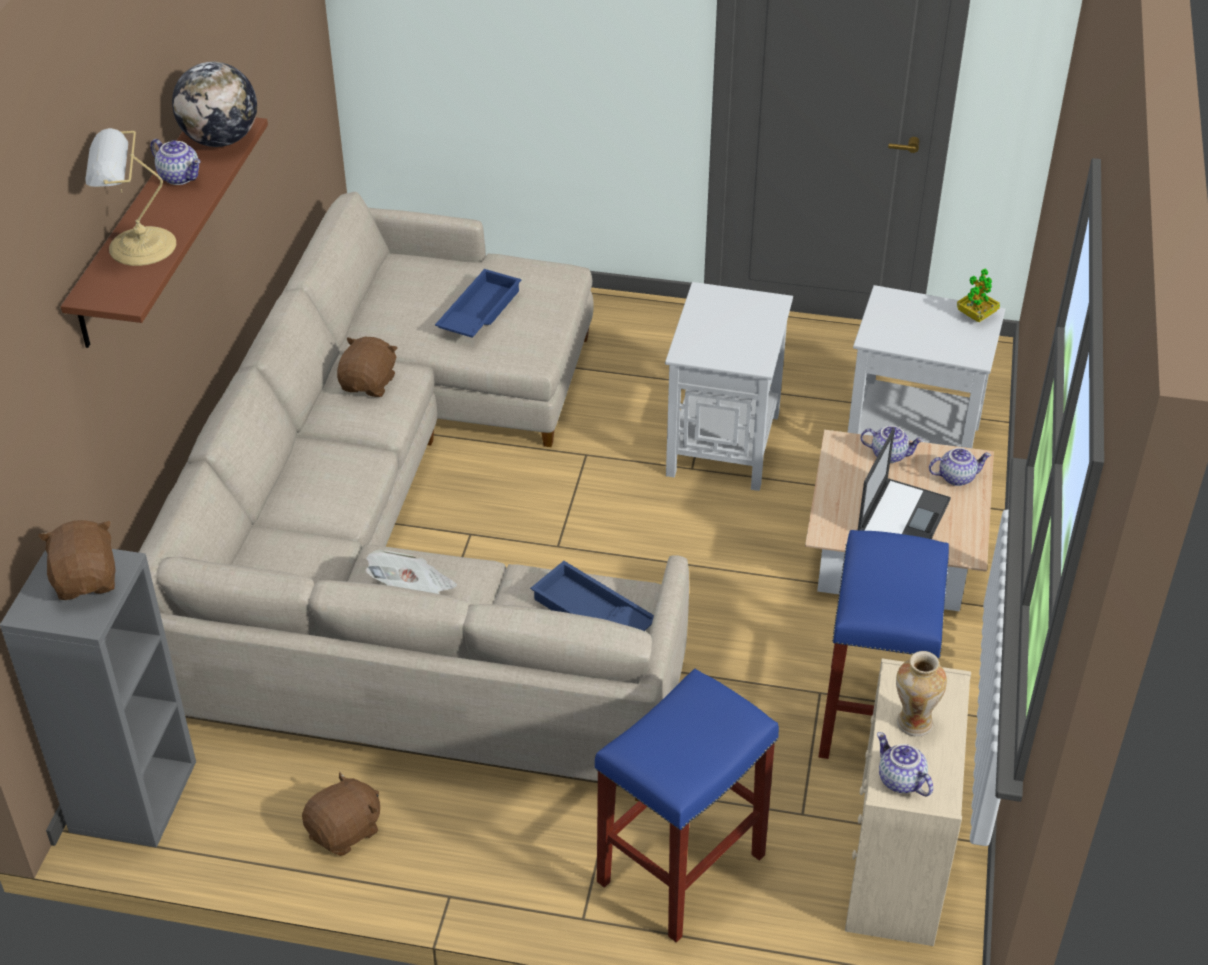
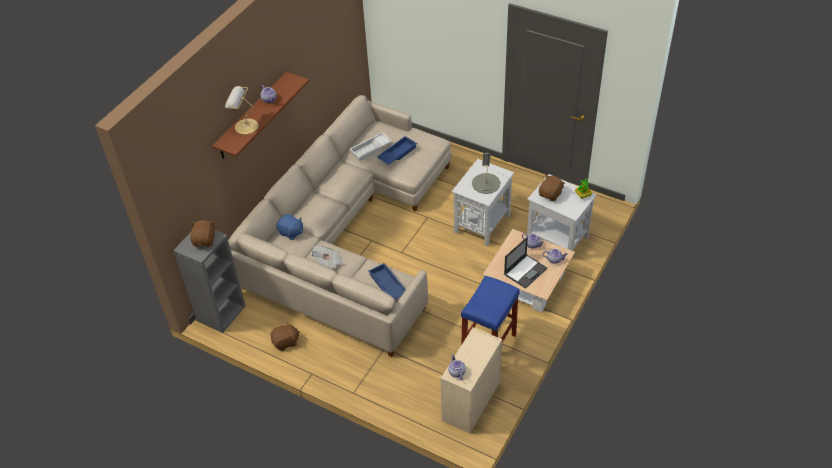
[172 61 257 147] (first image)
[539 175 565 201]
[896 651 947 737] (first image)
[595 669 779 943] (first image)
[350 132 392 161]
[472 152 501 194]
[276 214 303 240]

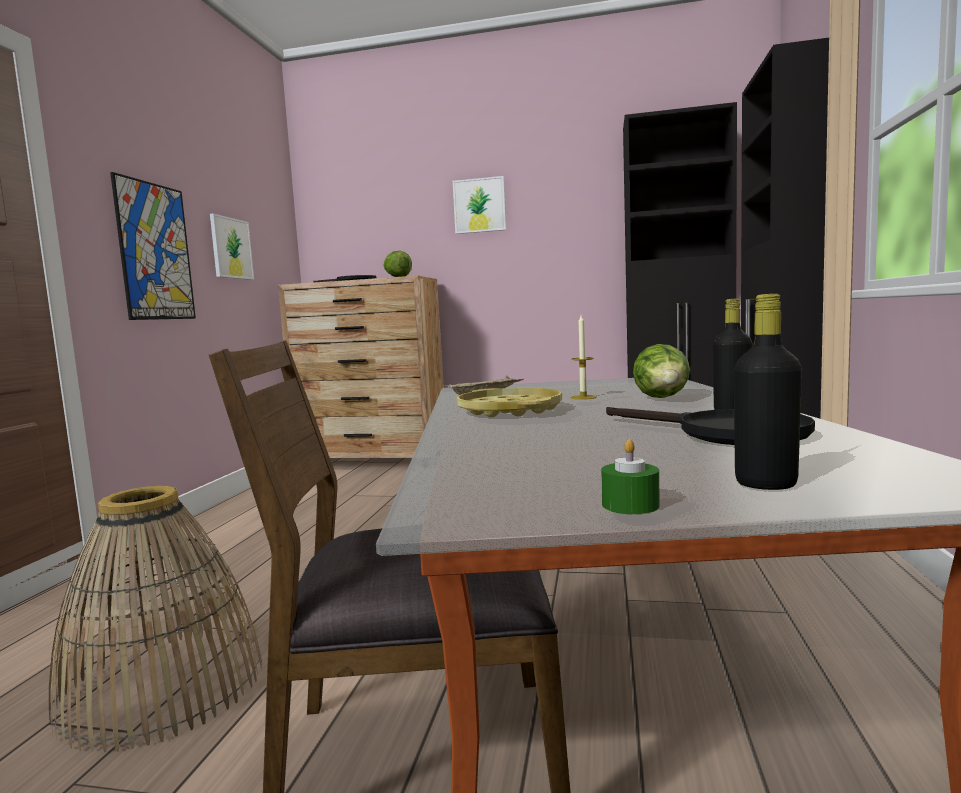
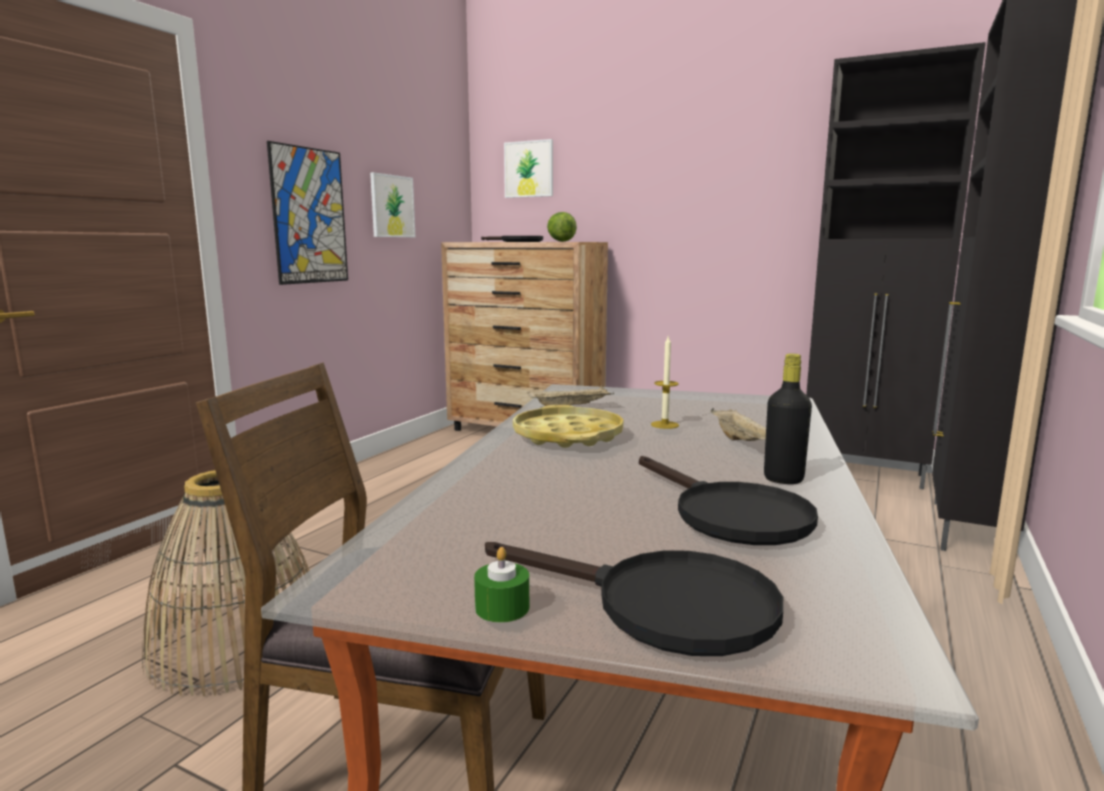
[504 139 553 198]
[485 542 783 656]
[711 408 766 441]

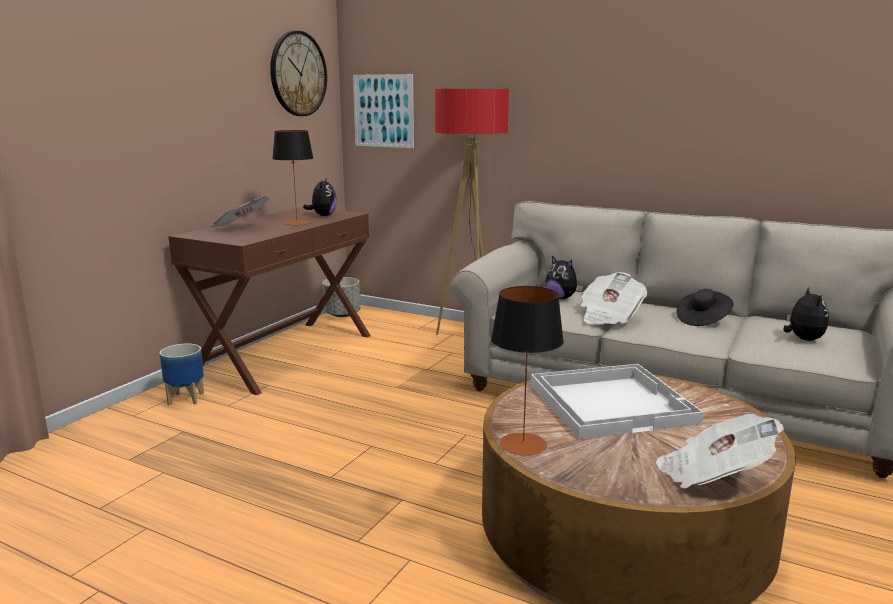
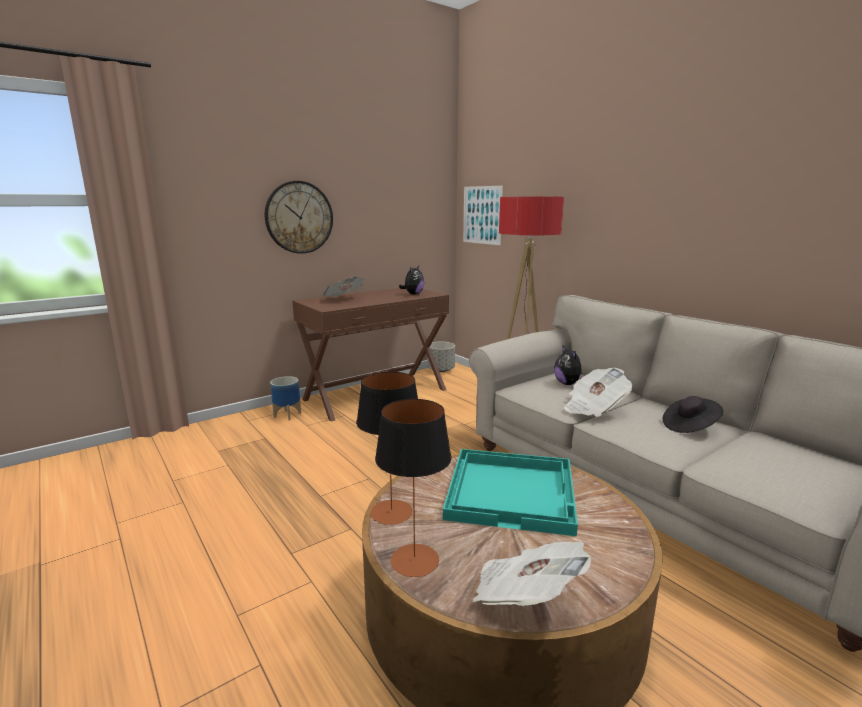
[265 181 333 254]
[375 399 451 577]
[784 287 829 341] (first image)
[443 449 578 536]

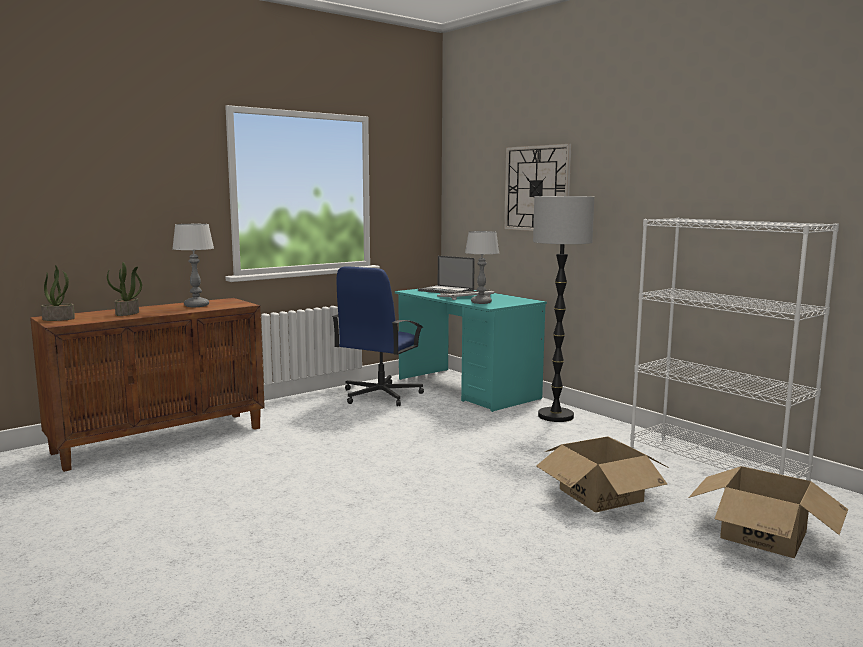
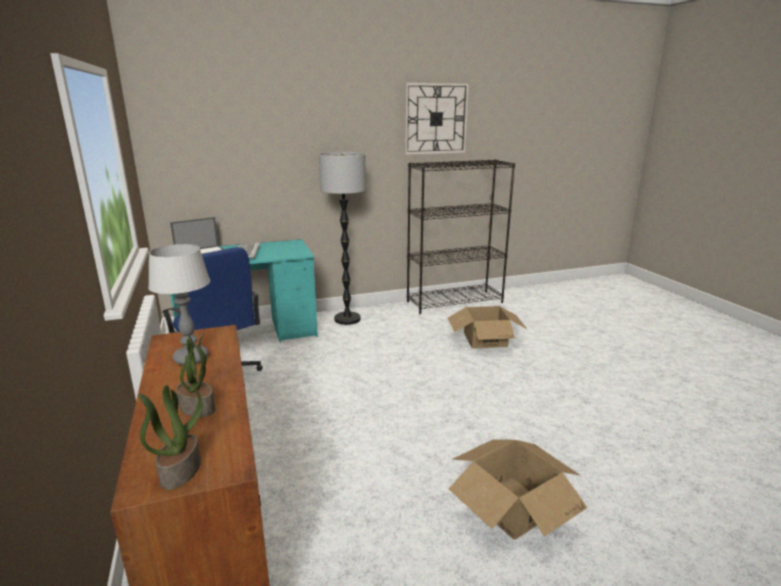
[404 83 469 155]
[407 159 515 314]
[465 231 499 304] (first image)
[449 439 588 540]

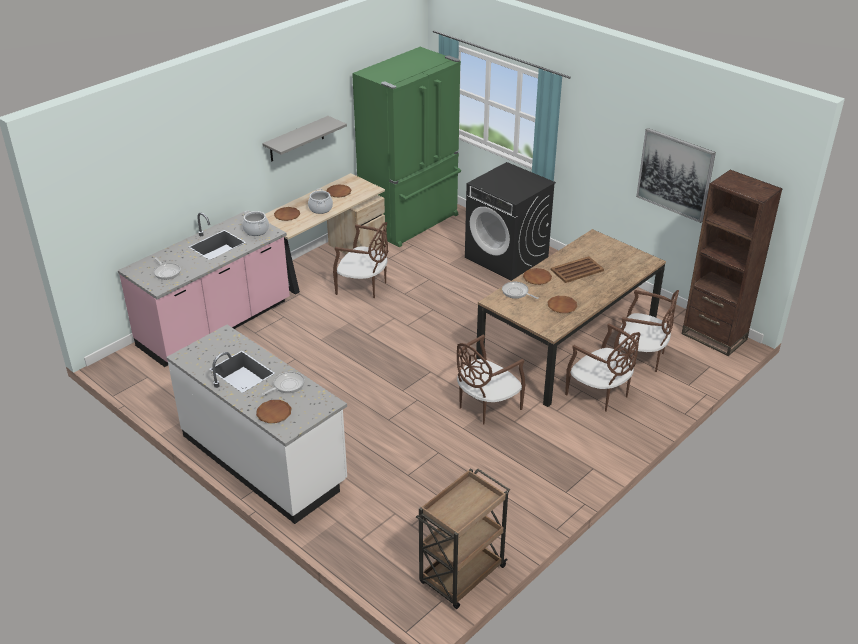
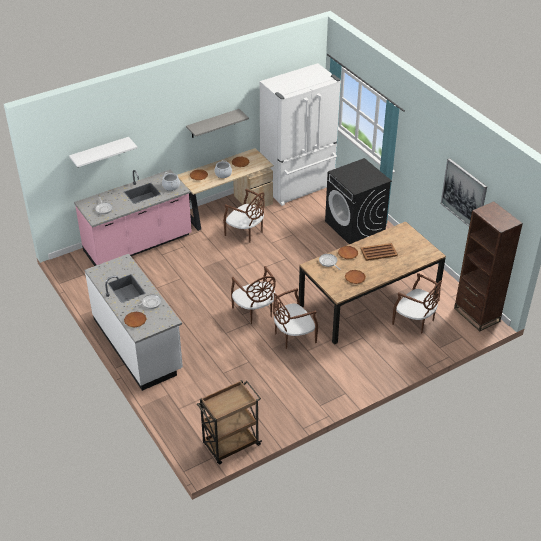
[260 63 341 206]
[231 266 276 324]
[69 137 138 168]

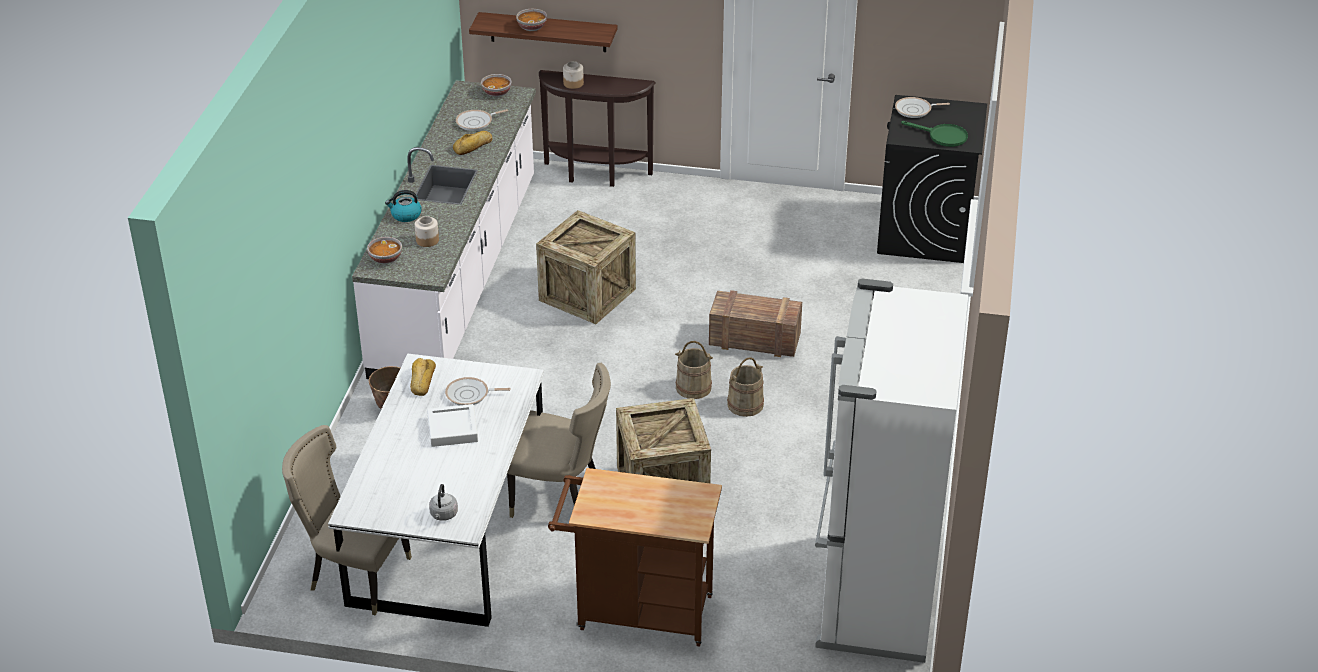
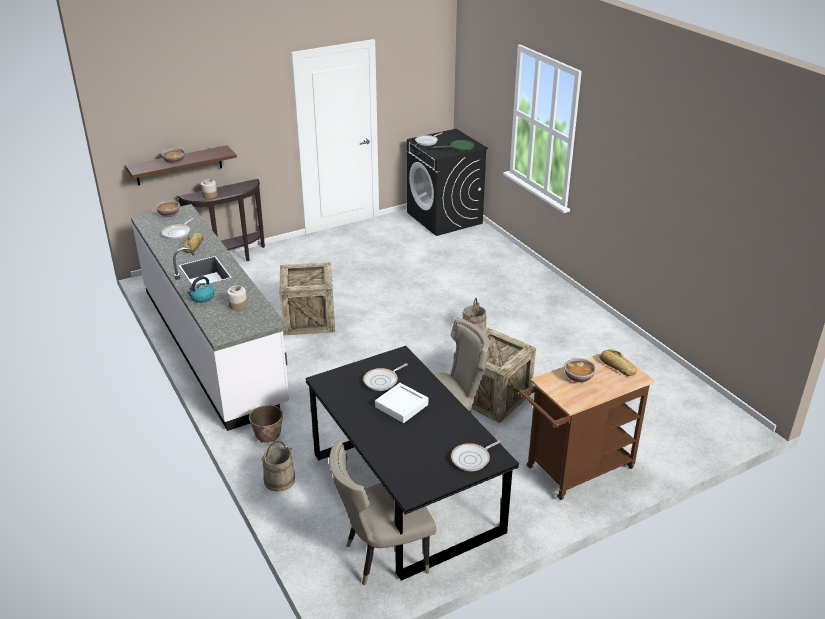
[564 358 596 383]
[815 279 968 663] (first image)
[709 290 802 357] (first image)
[261 441 295 492]
[305 346 519 581]
[599 350 637 376]
[451 440 502 471]

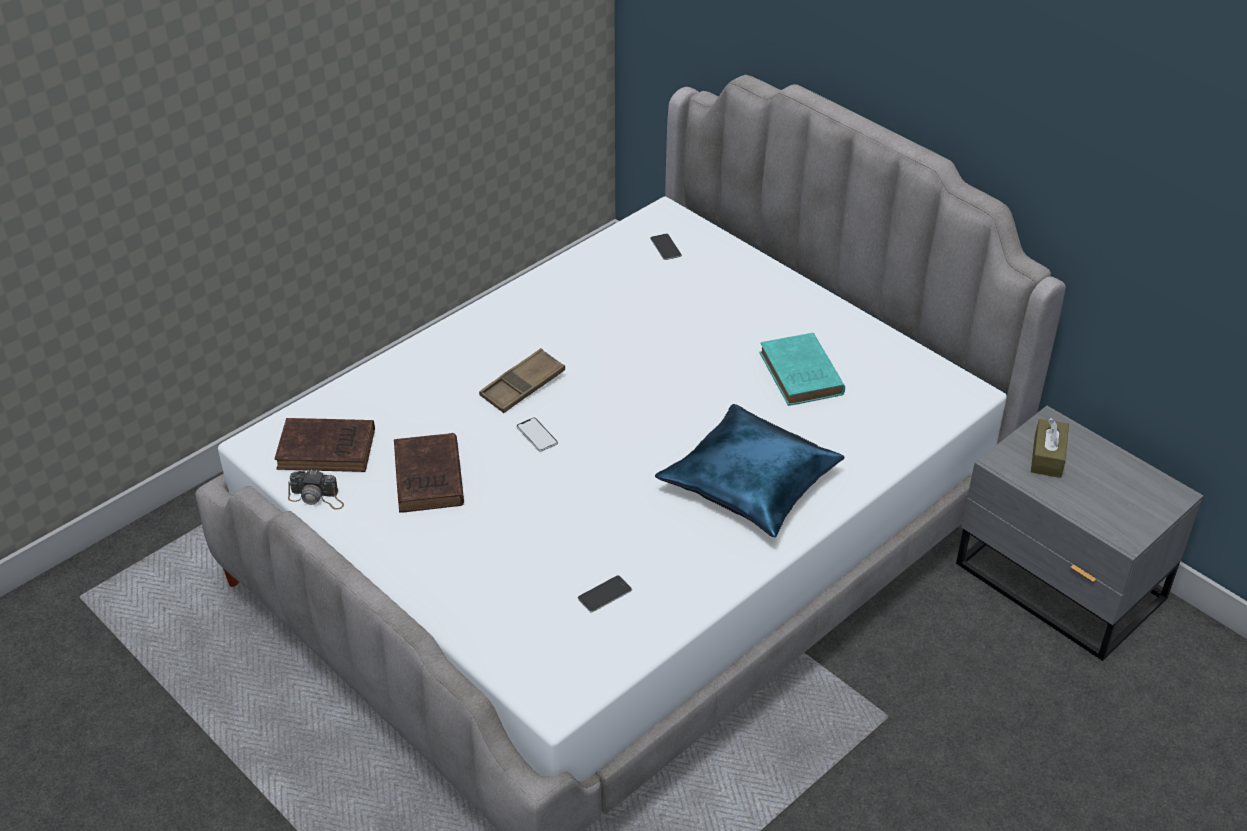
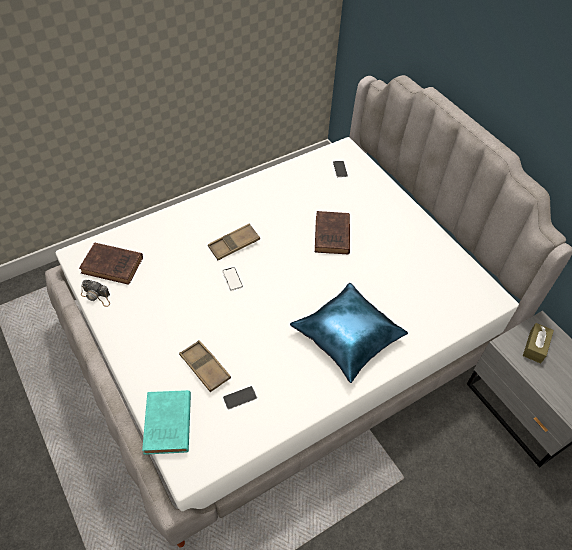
[142 390 191 455]
[315 211 350 255]
[179 340 231 392]

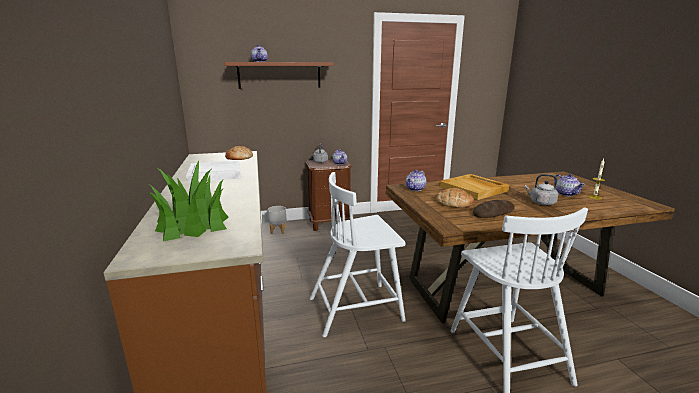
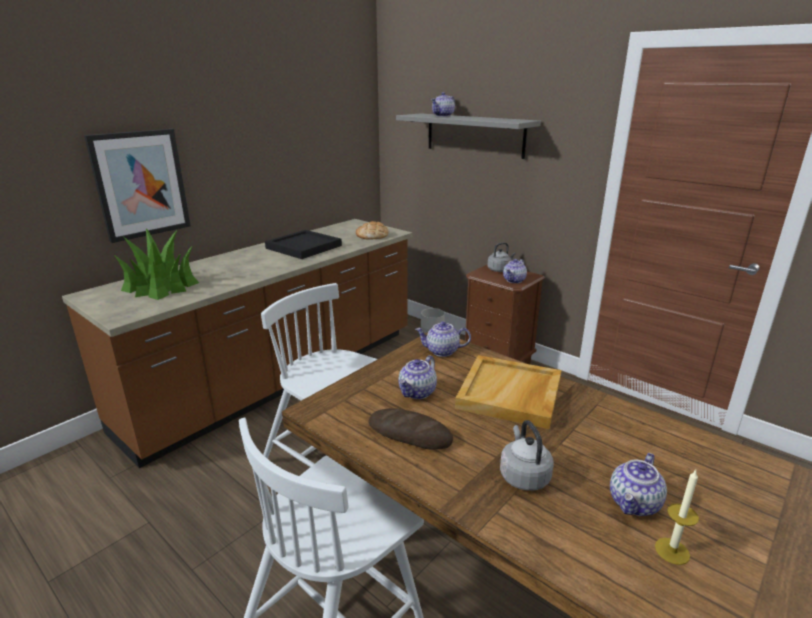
[396 113 541 159]
[265 230 342 259]
[398 355 437 399]
[84 129 191 243]

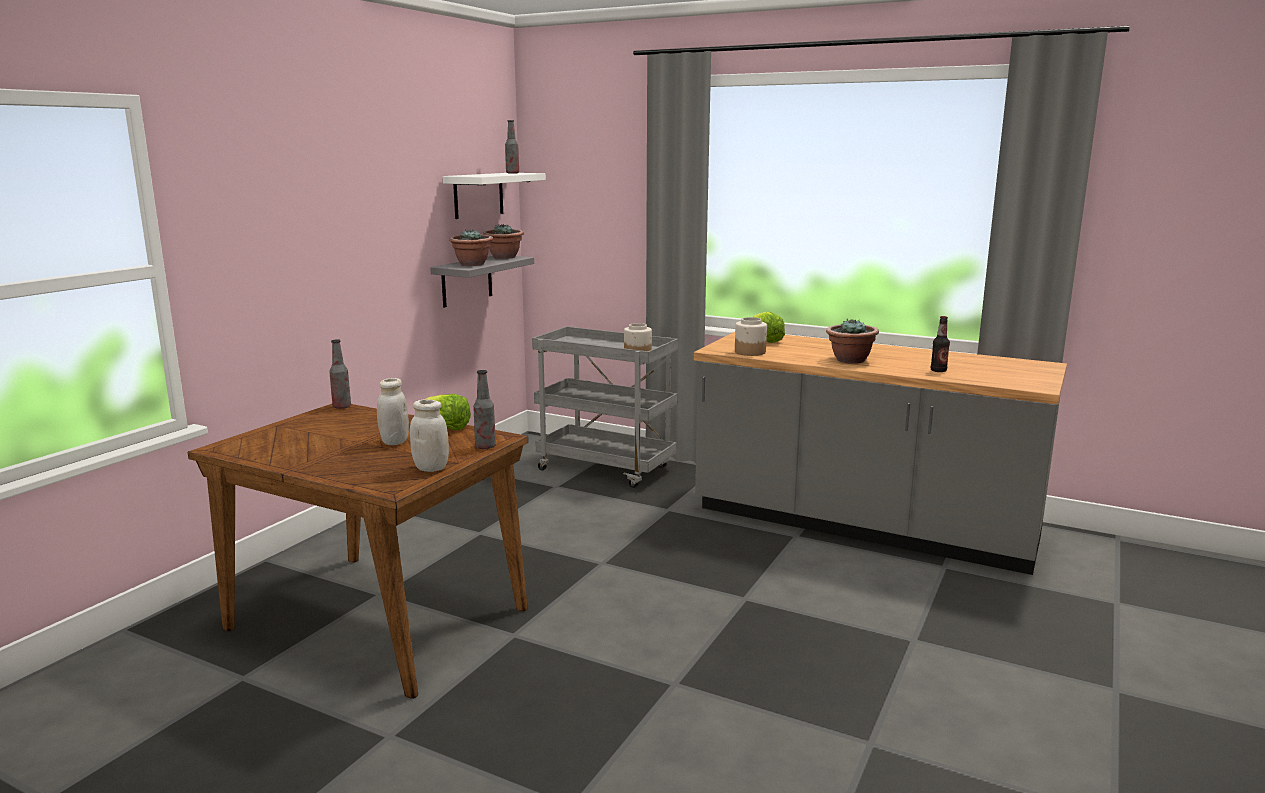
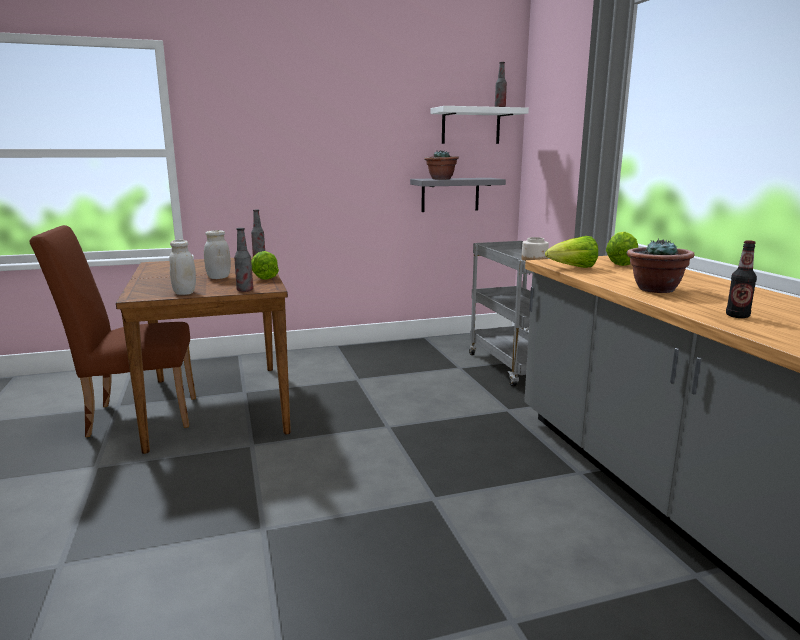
[483 224 524 259] (first image)
[545 236 598 268]
[29 225 196 437]

